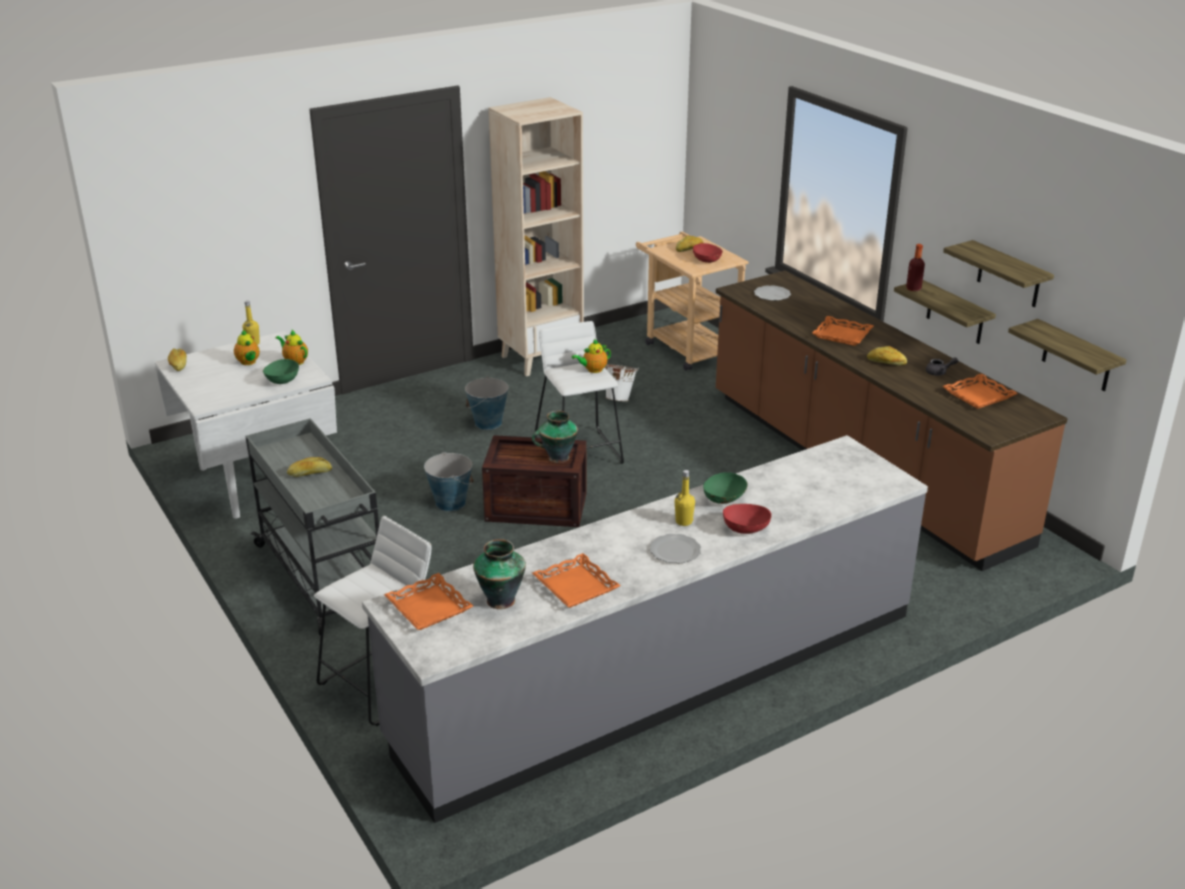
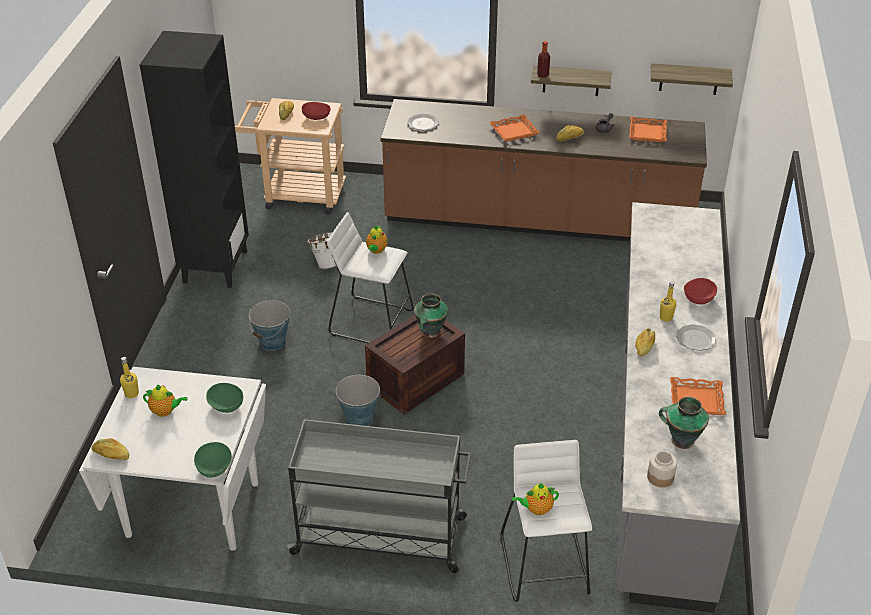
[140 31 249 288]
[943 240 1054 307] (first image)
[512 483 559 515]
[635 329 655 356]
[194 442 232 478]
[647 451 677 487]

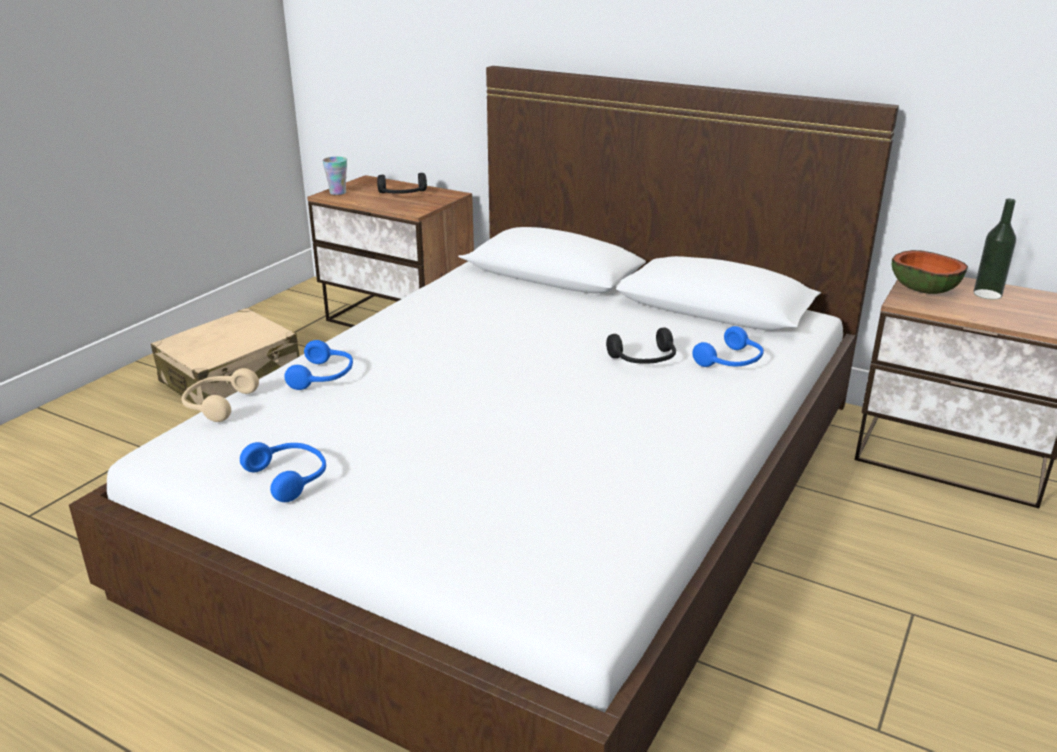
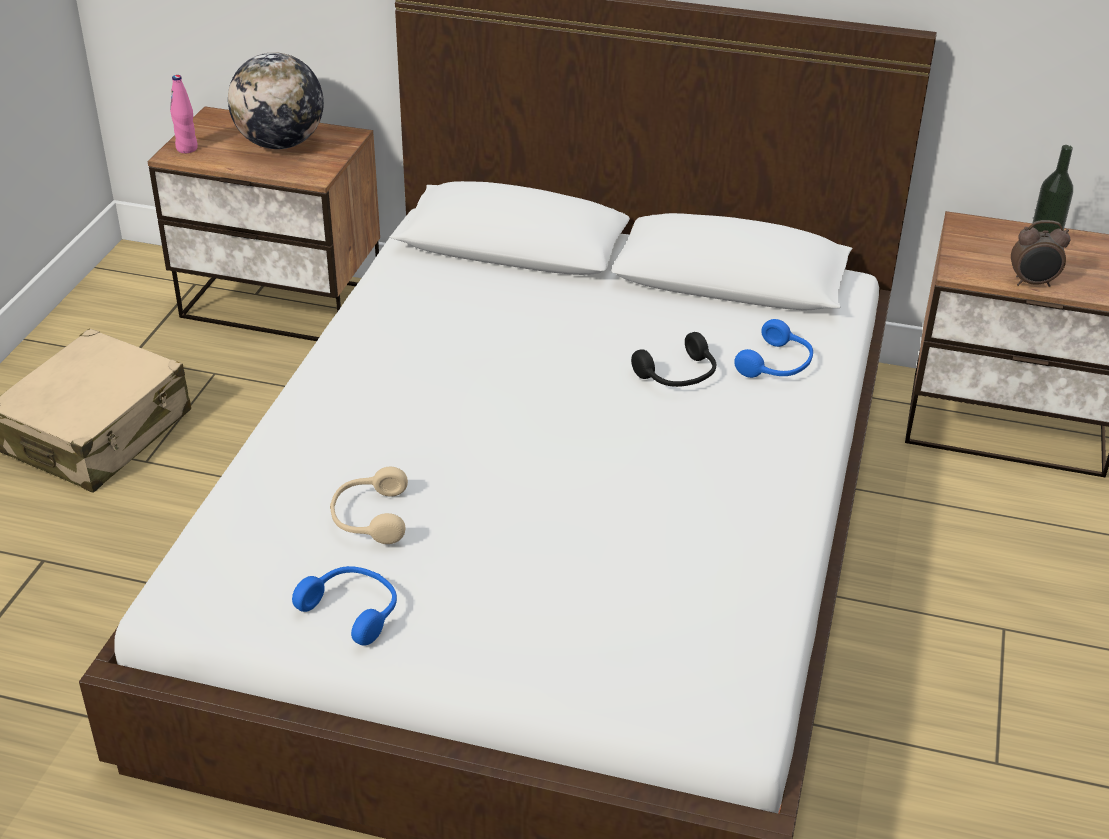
[170 75 198 153]
[228 52 324 149]
[892 250 968 294] (first image)
[284 340 353 390] (first image)
[330 467 408 544]
[1011 220 1070 287]

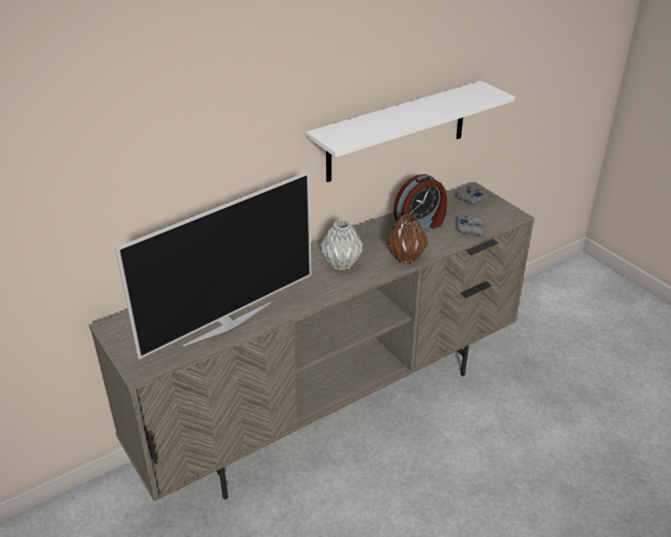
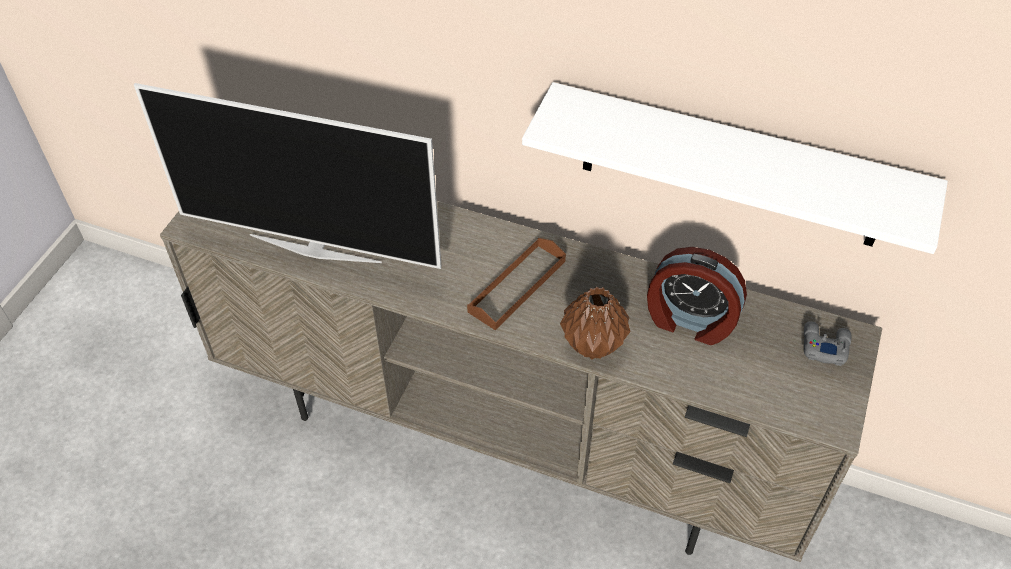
[457 216 485 236] (first image)
[467 238 566 330]

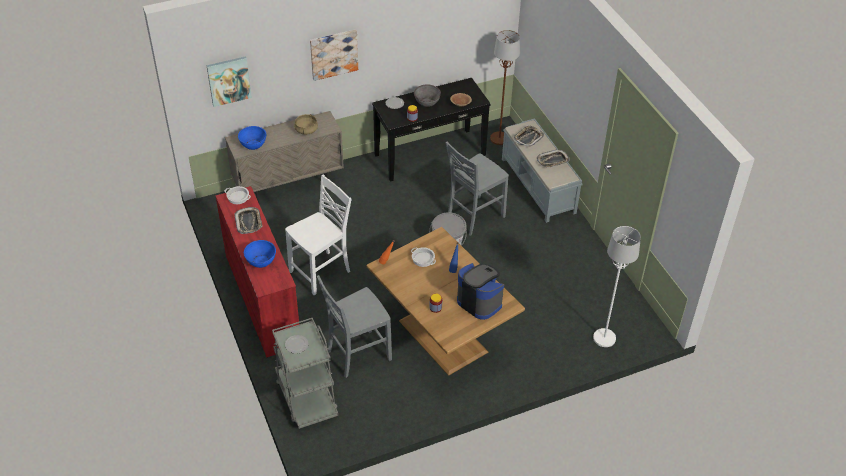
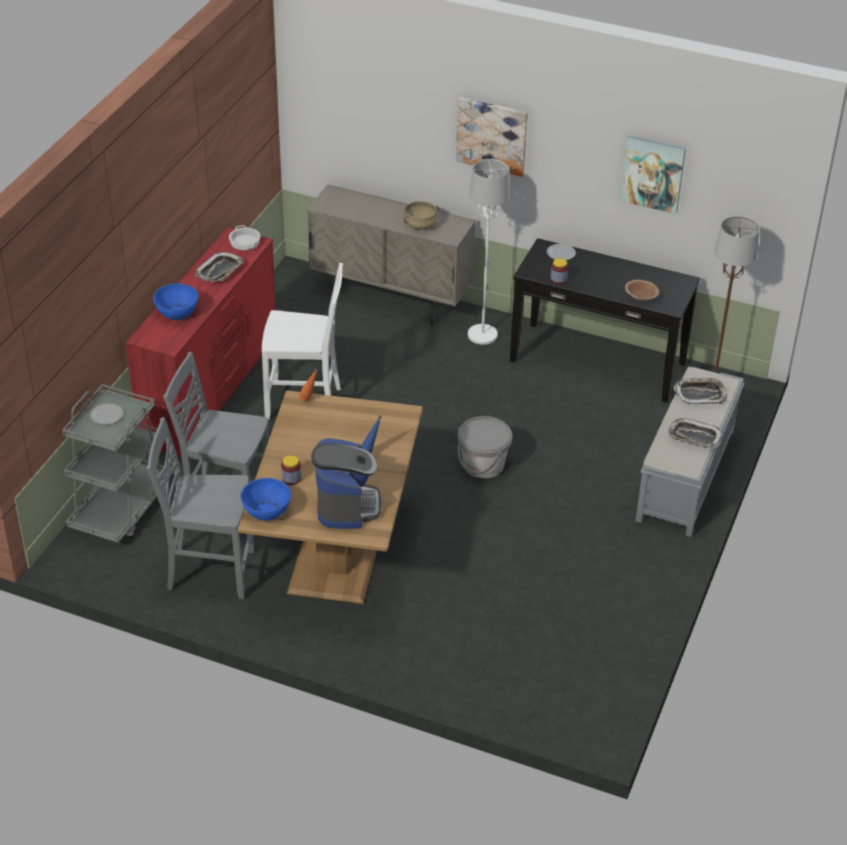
[619 135 686 214]
[414 85 441 107] (first image)
[240 478 291 521]
[146 417 254 599]
[468 159 510 345]
[411 247 436 267] (first image)

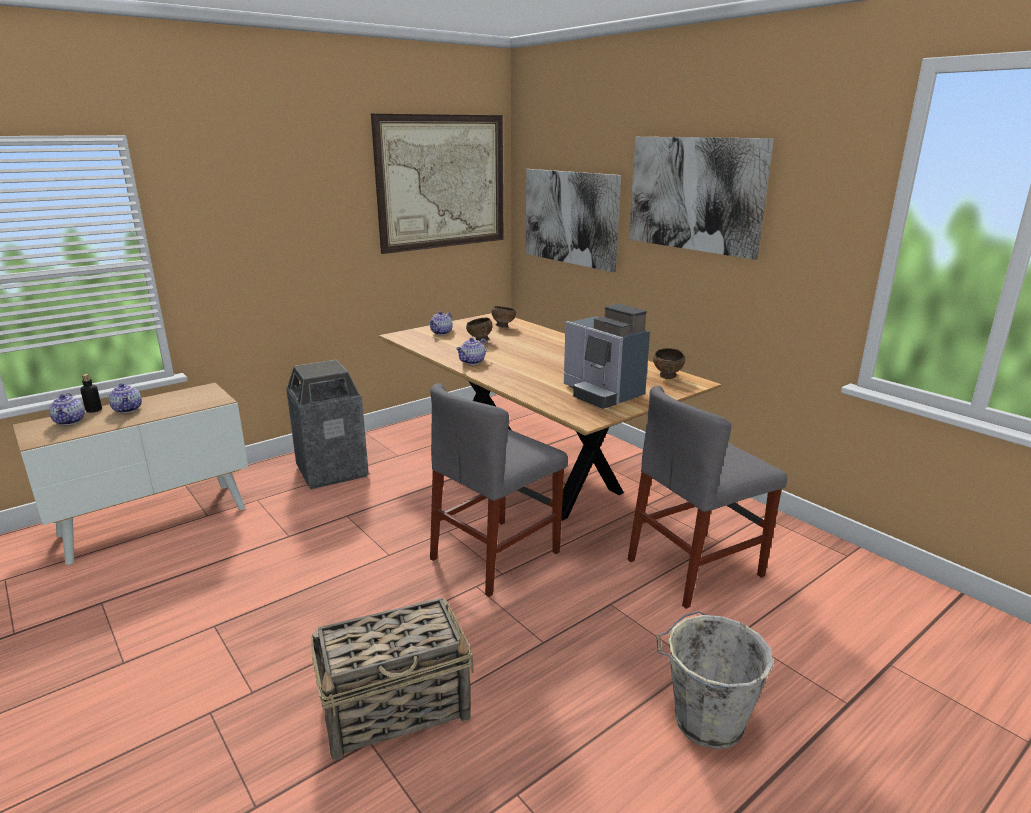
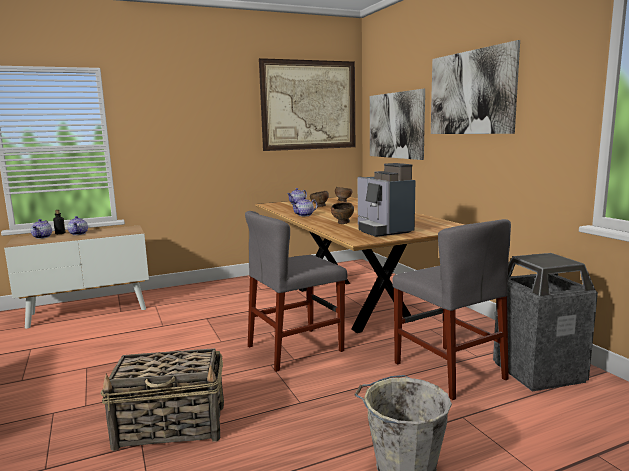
[331 202 354 224]
[493 253 598 391]
[392 219 511 400]

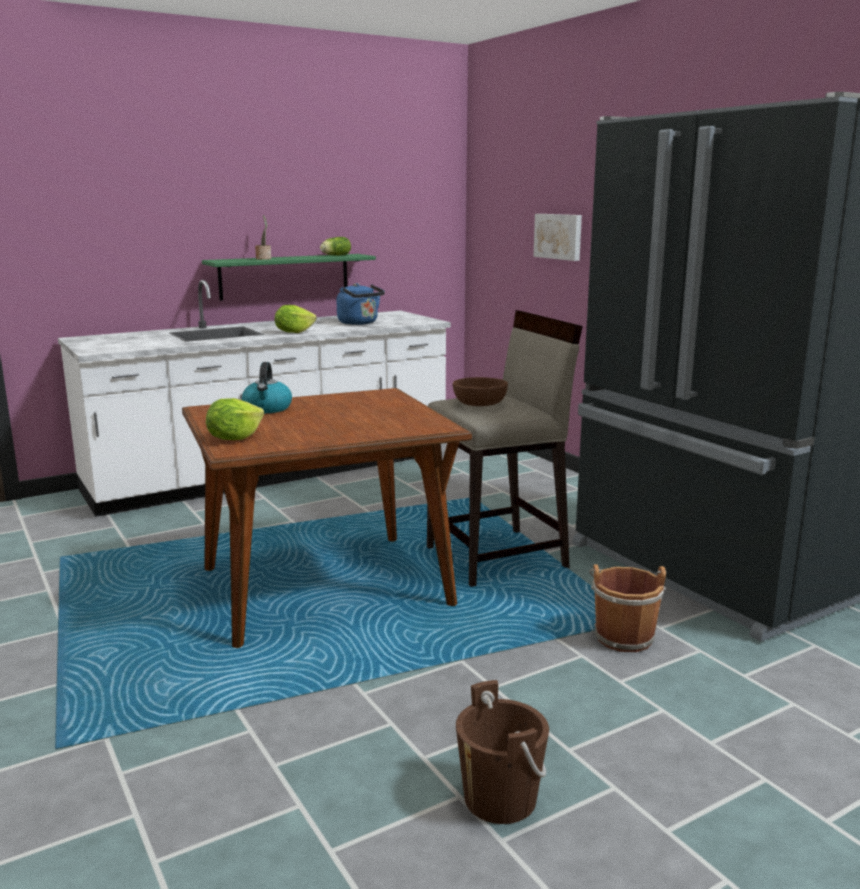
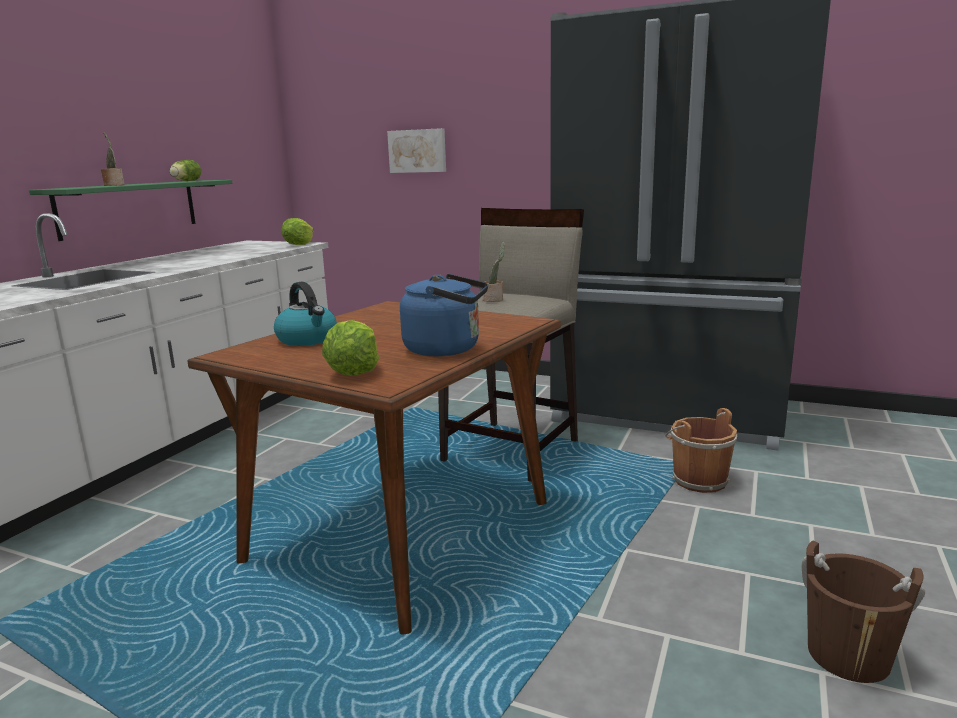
[400 274 488 356]
[281 218 314 245]
[483 241 505 302]

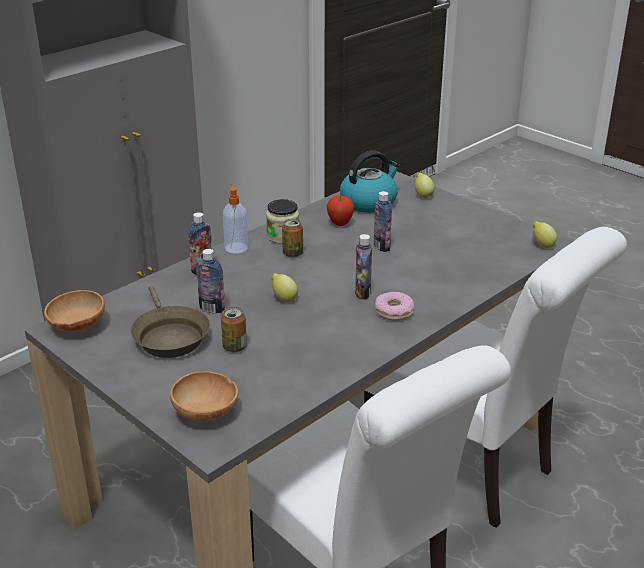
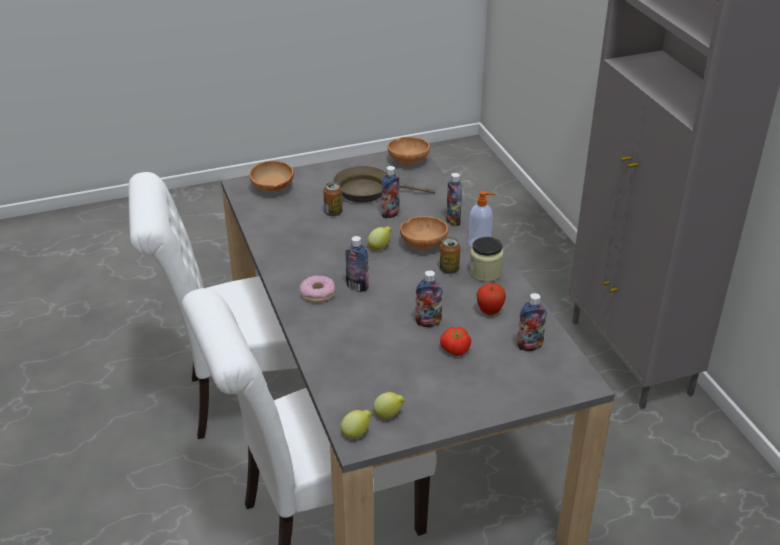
[517 293 547 351]
[373 392 405 419]
[400 216 448 250]
[440 327 471 356]

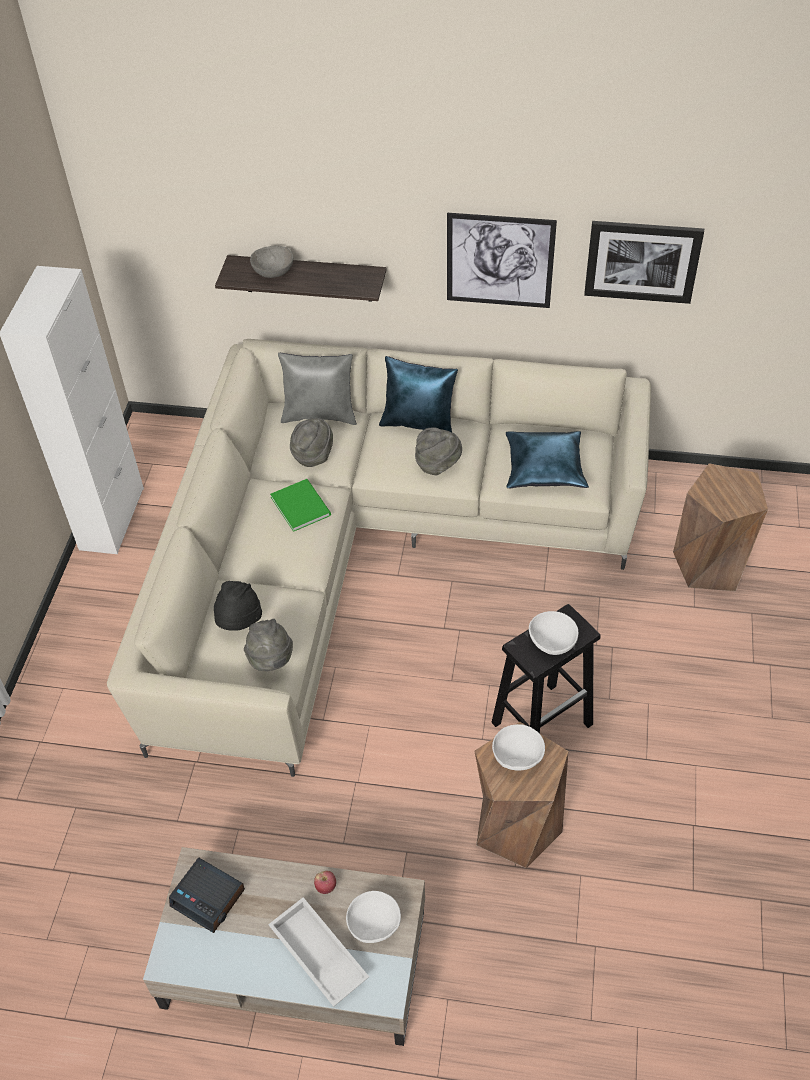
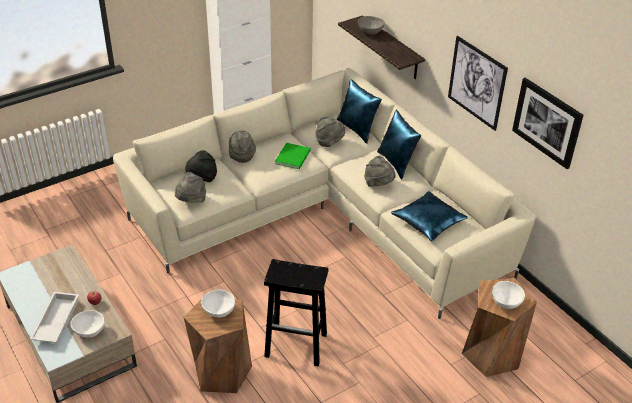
[337 79 382 144]
[492 281 525 309]
[169 858 245 933] (first image)
[229 131 256 163]

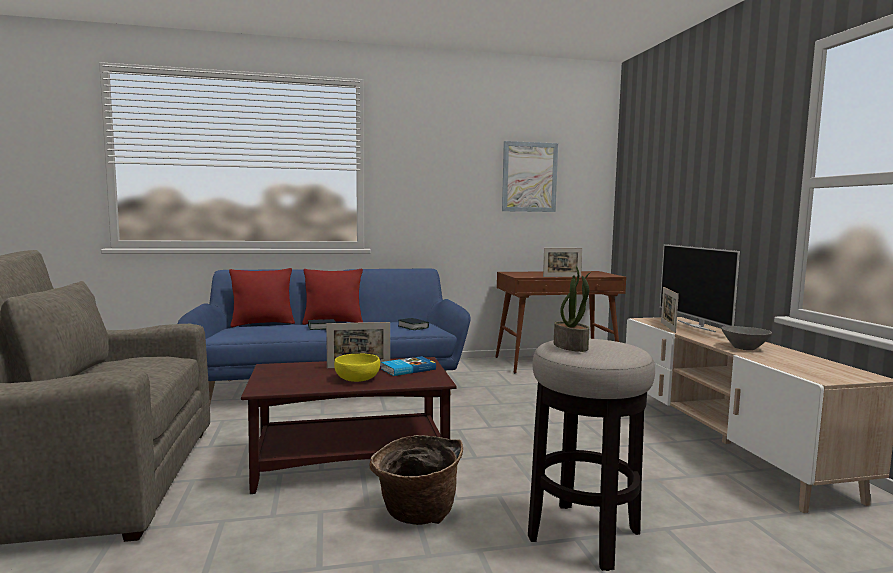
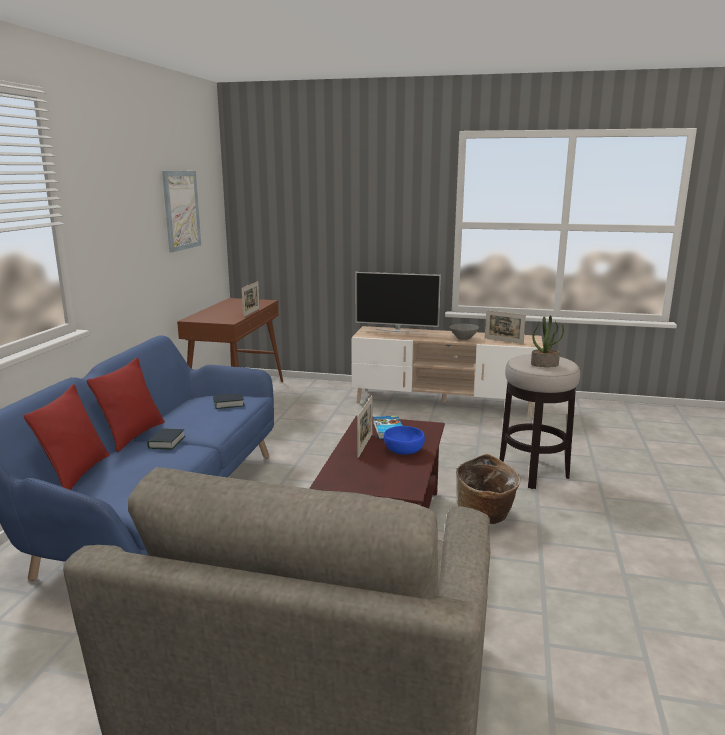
[485 310 526 344]
[384 426 425 455]

